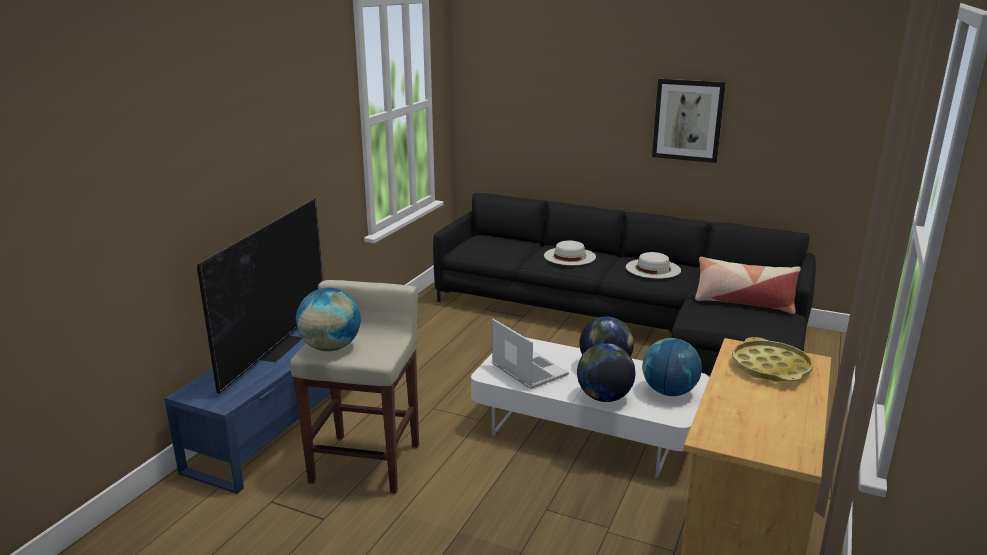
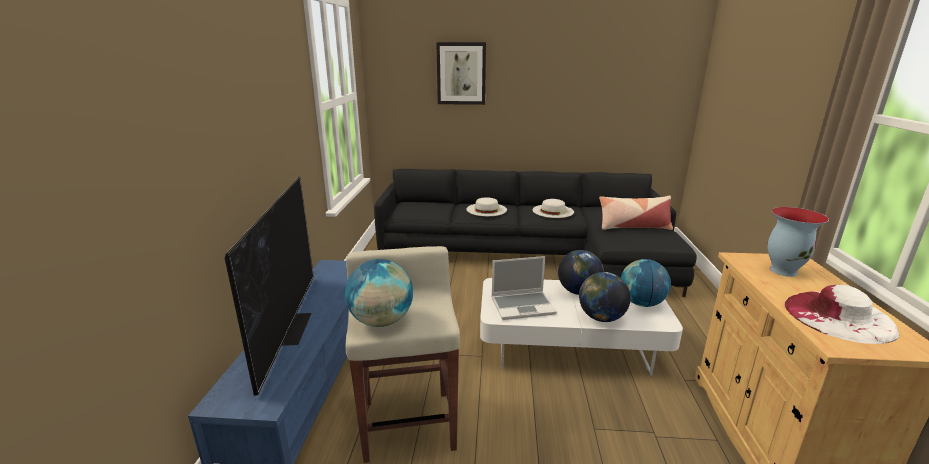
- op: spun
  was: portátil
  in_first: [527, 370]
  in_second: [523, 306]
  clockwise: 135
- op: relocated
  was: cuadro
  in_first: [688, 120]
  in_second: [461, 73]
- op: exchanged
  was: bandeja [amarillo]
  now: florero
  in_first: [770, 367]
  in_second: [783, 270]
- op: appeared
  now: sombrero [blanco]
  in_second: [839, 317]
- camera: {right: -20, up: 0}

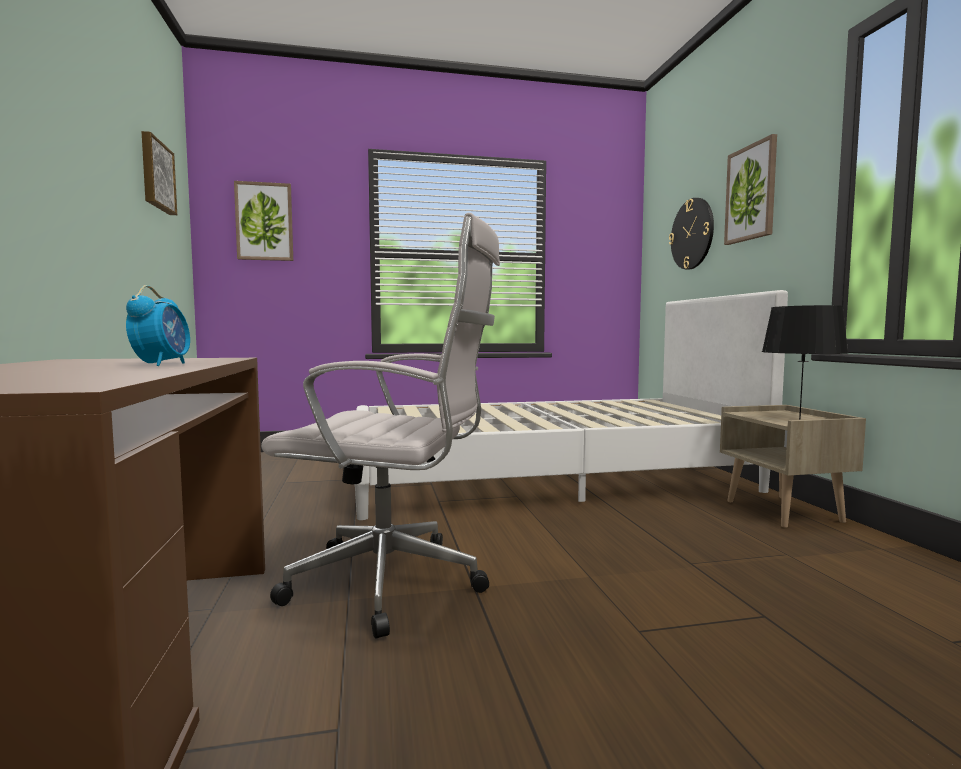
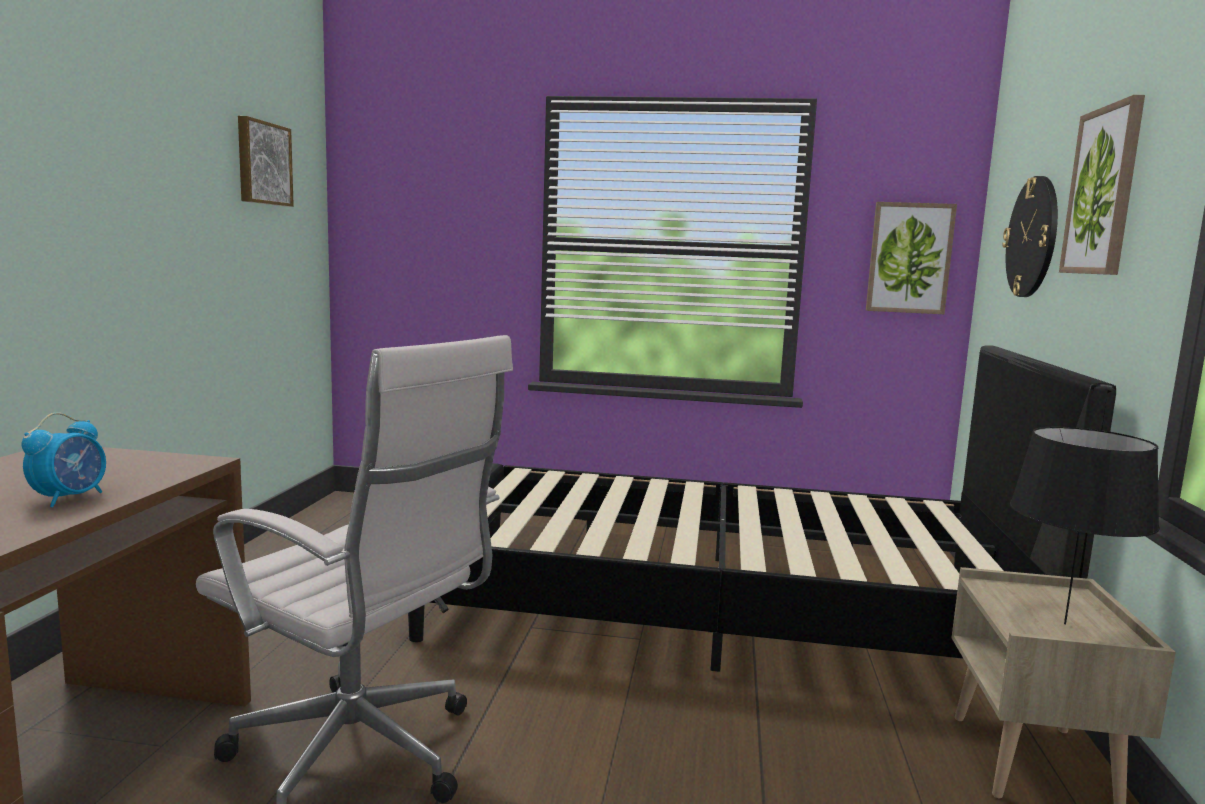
- op: relocated
  was: cuadro
  in_first: [264, 222]
  in_second: [909, 258]
- op: colour
  was: cama [blanco]
  now: cama [negro]
  in_first: [549, 478]
  in_second: [717, 612]
- camera: {right: 20, up: 5}

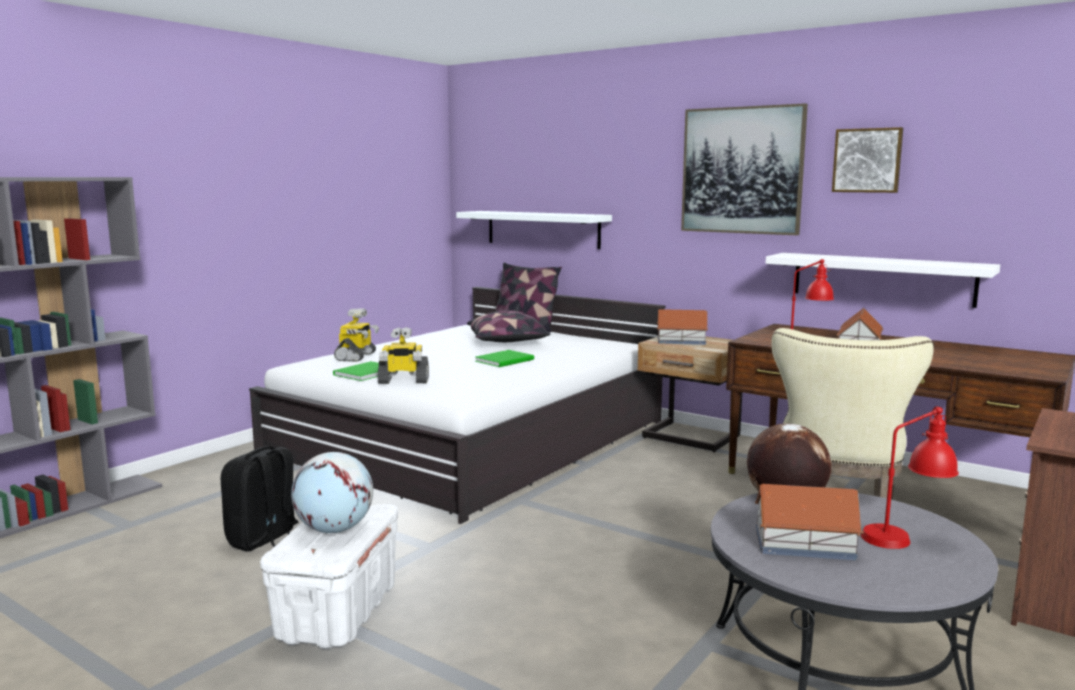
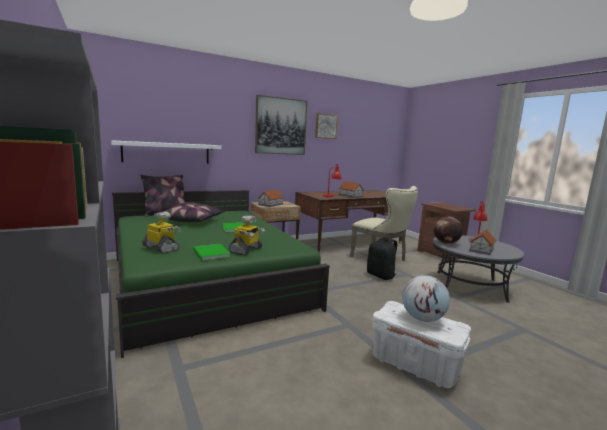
- op: relocated
  was: mochila [negro]
  in_first: [264, 540]
  in_second: [381, 276]
- op: colour
  was: cama [blanco]
  now: cama [verde]
  in_first: [473, 438]
  in_second: [206, 281]
- op: missing
  was: estante [blanco]
  in_first: [882, 279]
- camera: {right: -65, up: 0}

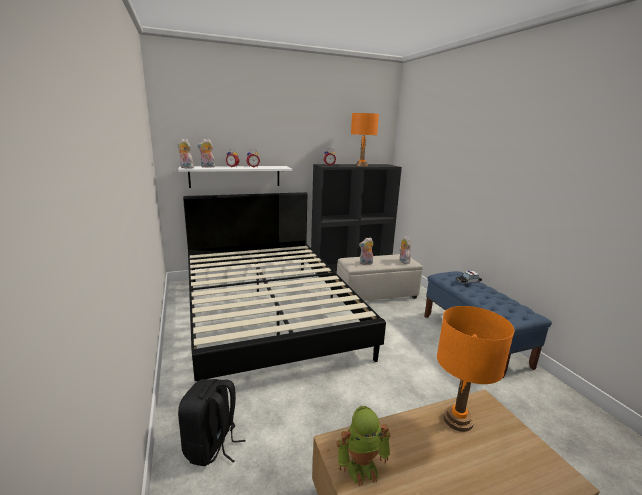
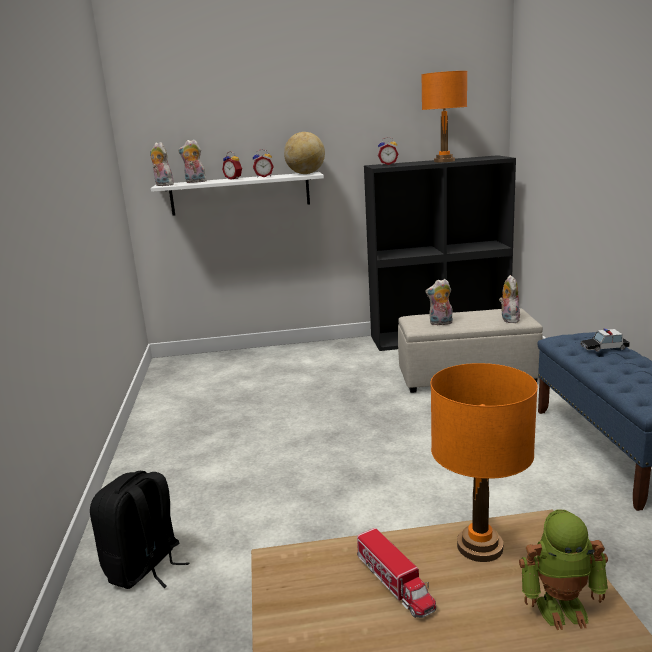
- op: missing
  was: cama [negro]
  in_first: [268, 312]
- op: relocated
  was: robot de juguete
  in_first: [362, 467]
  in_second: [561, 606]
- op: appeared
  now: globo terráqueo
  in_second: [306, 174]
- op: appeared
  now: camión de juguete
  in_second: [395, 583]
- camera: {right: 15, up: 0}

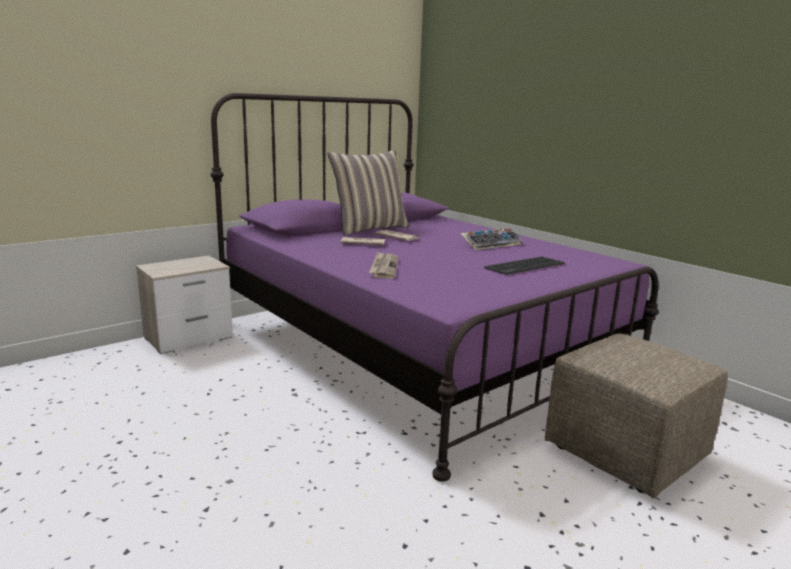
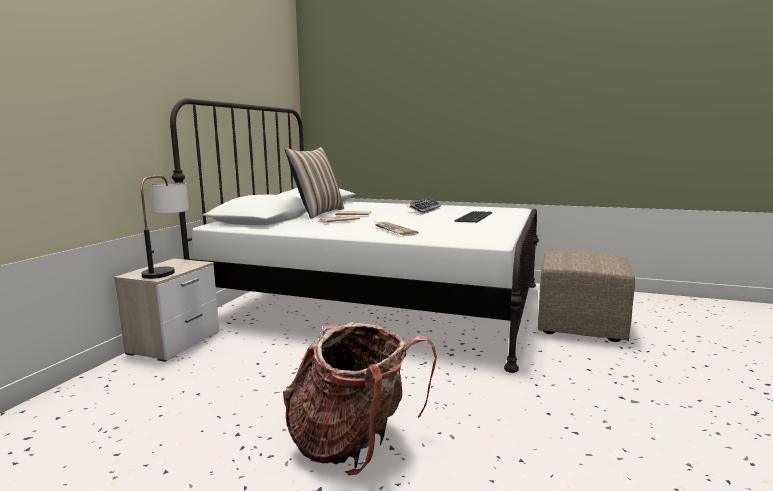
- op: colour
  was: cama [morado]
  now: cama [blanco]
  in_first: [416, 347]
  in_second: [378, 303]
- op: appeared
  now: lámpara de mesa
  in_second: [169, 270]
- op: appeared
  now: mochila
  in_second: [354, 444]
- camera: {right: -30, up: -5}

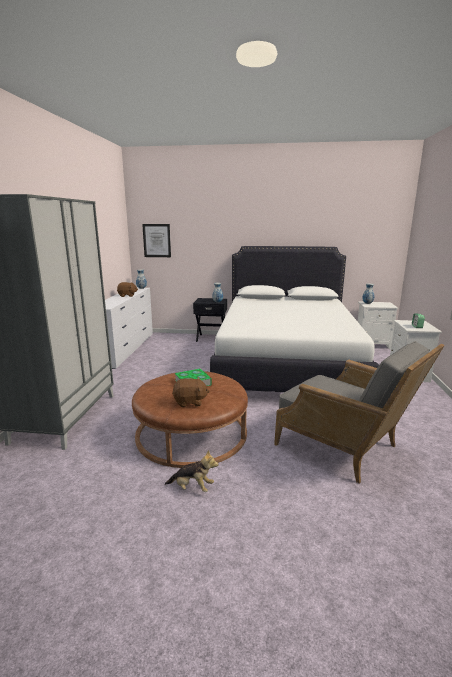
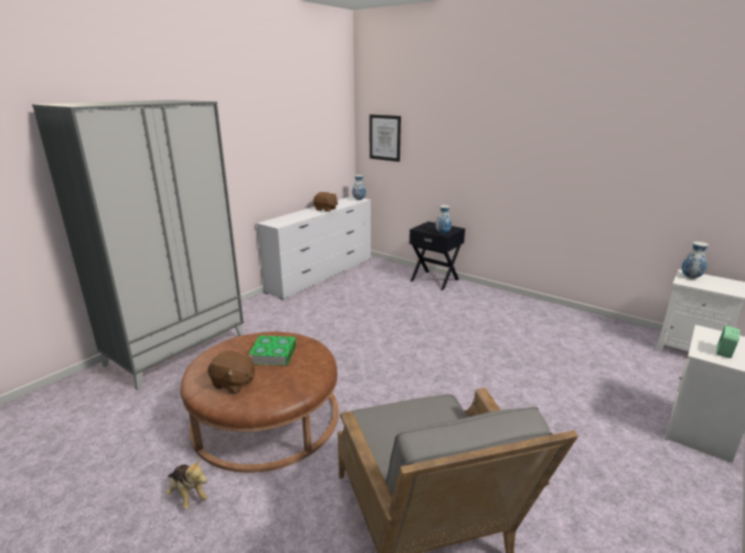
- op: missing
  was: cama [blanco]
  in_first: [285, 363]
- camera: {right: 30, up: 5}

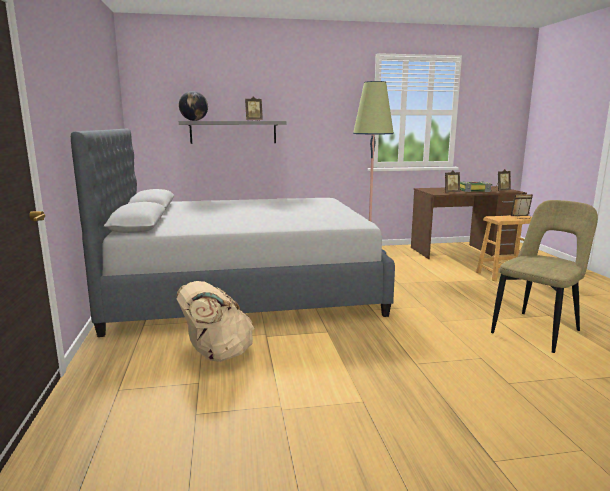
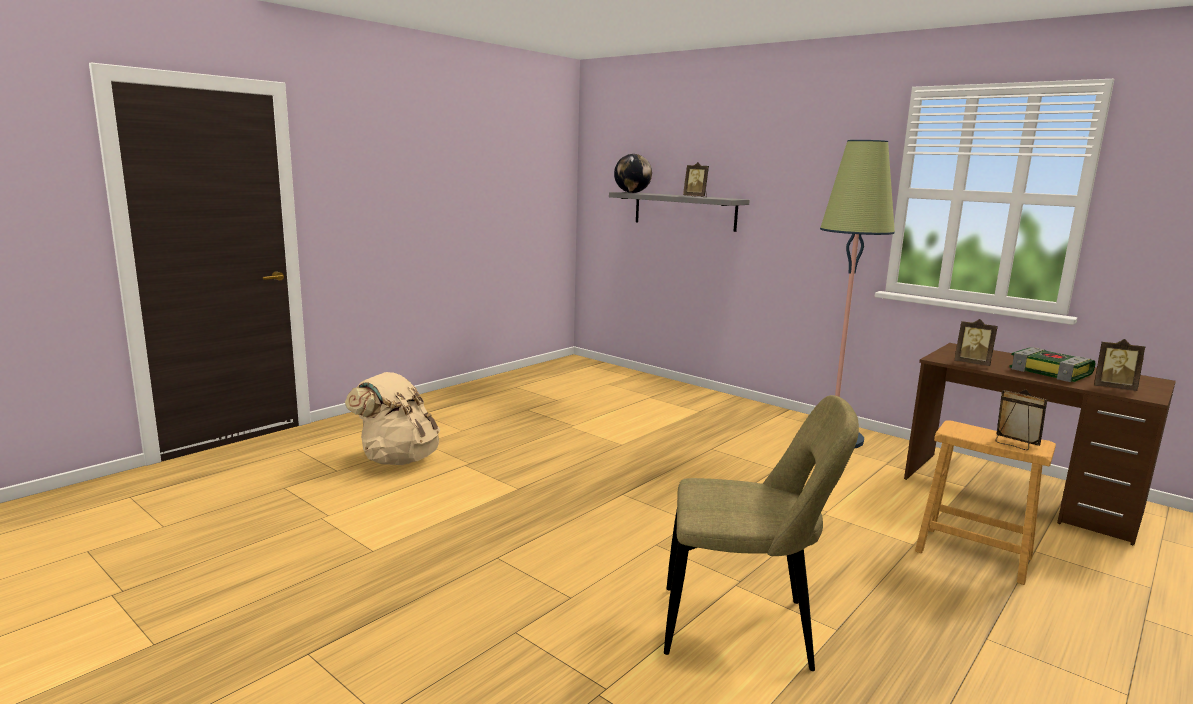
- op: missing
  was: cama [gris]
  in_first: [245, 289]
- camera: {right: 50, up: 0}

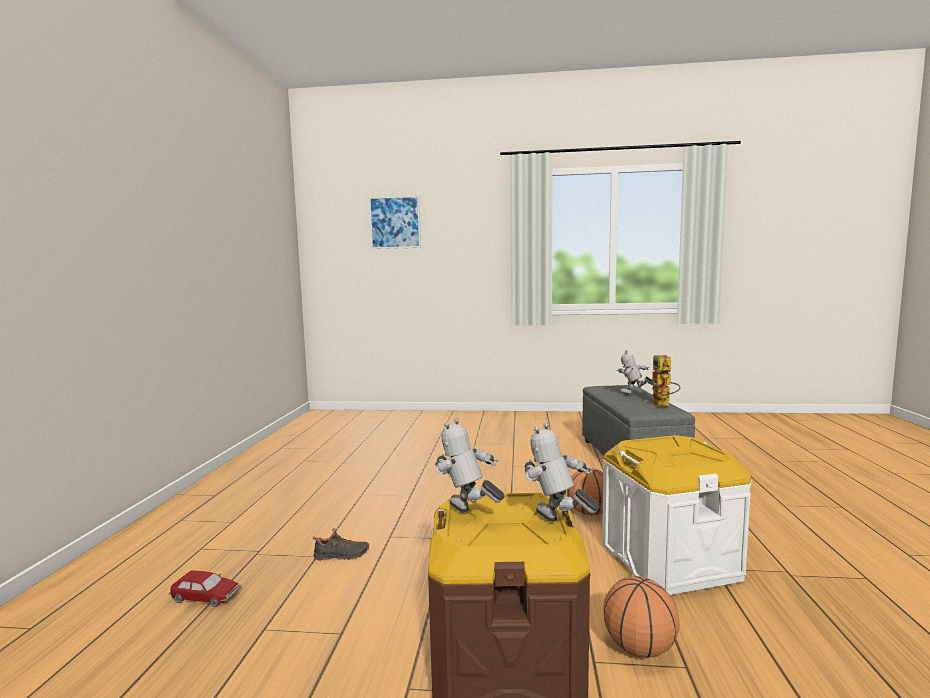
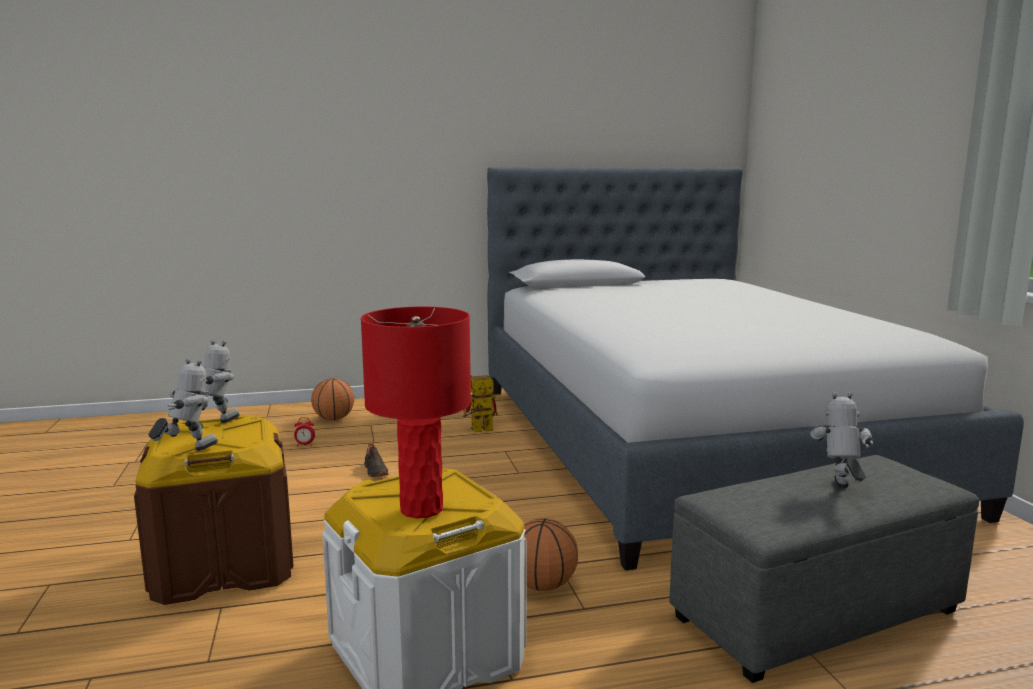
- op: exchanged
  was: coche de juguete
  now: despertador
  in_first: [206, 597]
  in_second: [305, 445]
- op: missing
  was: cuadro
  in_first: [395, 222]
- op: relocated
  was: balón de baloncesto
  in_first: [639, 648]
  in_second: [334, 419]
- op: relocated
  was: robot de juguete
  in_first: [663, 405]
  in_second: [477, 431]
- op: appeared
  now: lámpara de mesa [rojo]
  in_second: [421, 509]
- op: appeared
  now: cama
  in_second: [689, 442]
- camera: {right: 70, up: 5}

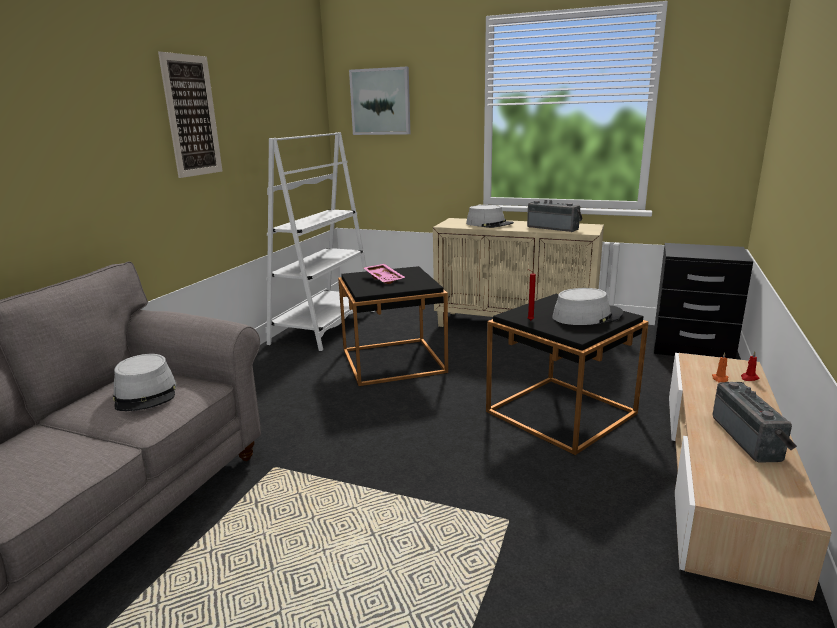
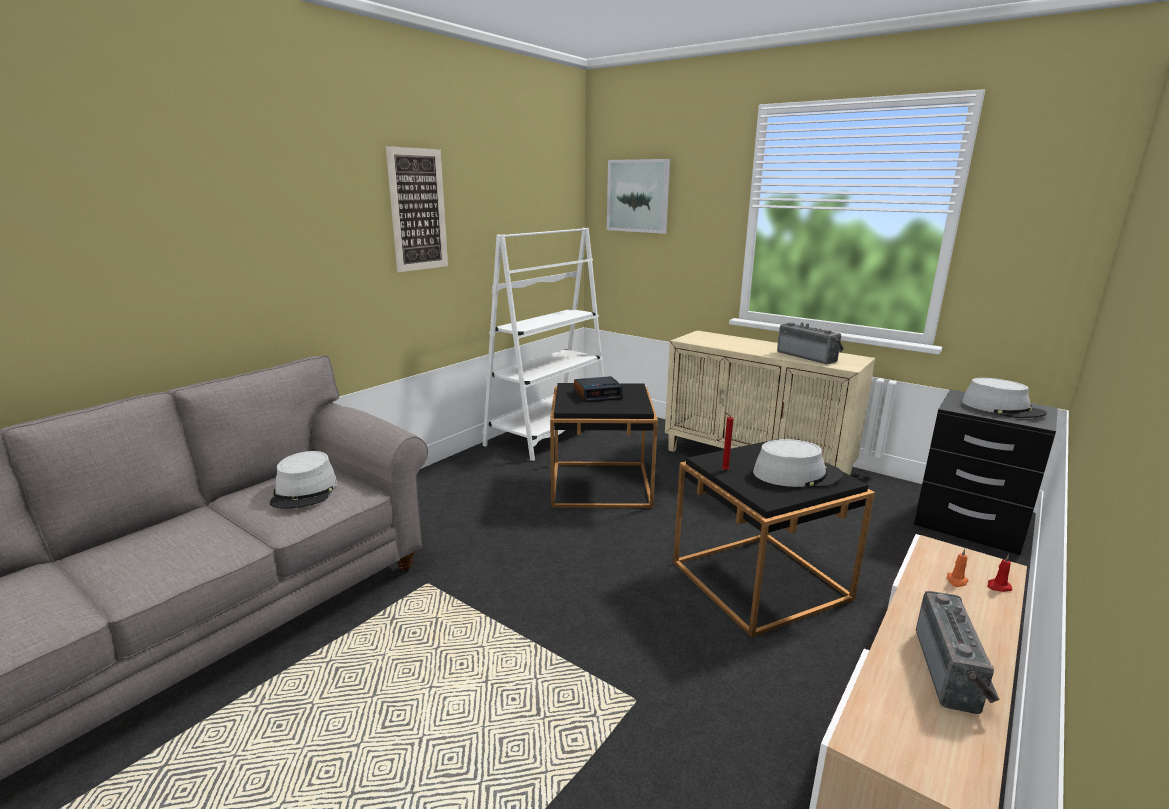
- op: exchanged
  was: bandeja [rosa]
  now: despertador
  in_first: [384, 278]
  in_second: [598, 394]
- op: relocated
  was: sombrero [gris]
  in_first: [489, 224]
  in_second: [1002, 408]
- camera: {right: 15, up: 0}

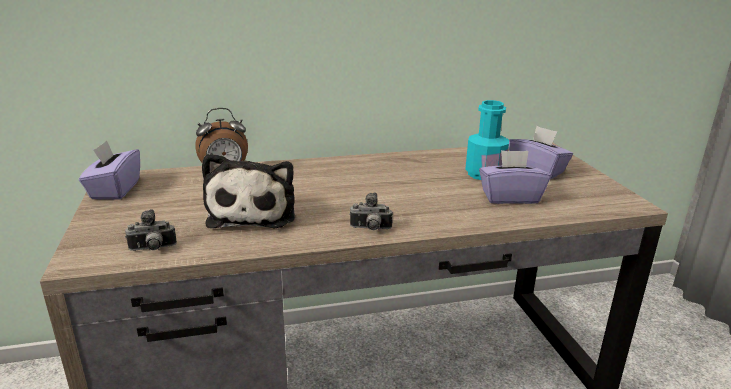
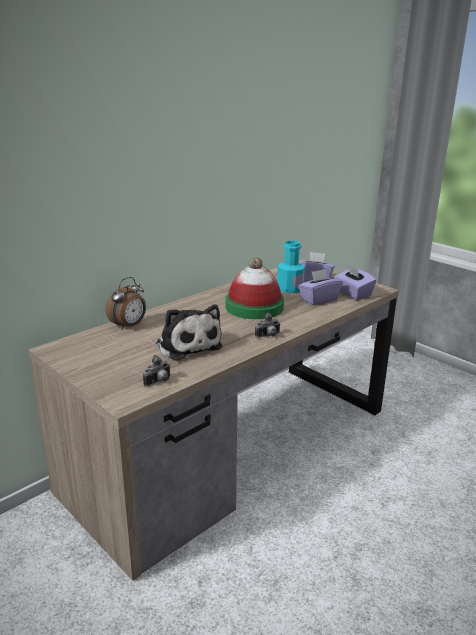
- op: relocated
  was: caja de pañuelos [morado]
  in_first: [114, 190]
  in_second: [353, 294]
- op: appeared
  now: sombrero
  in_second: [254, 307]
- camera: {right: -30, up: 0}

